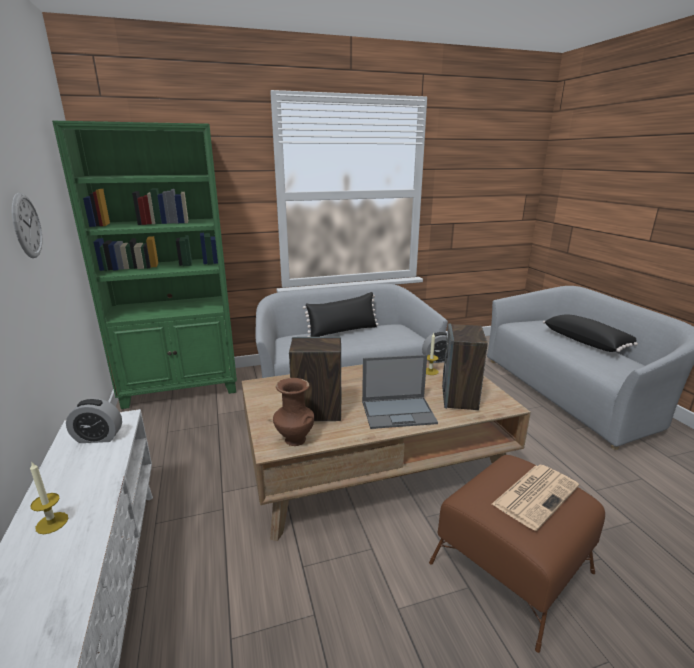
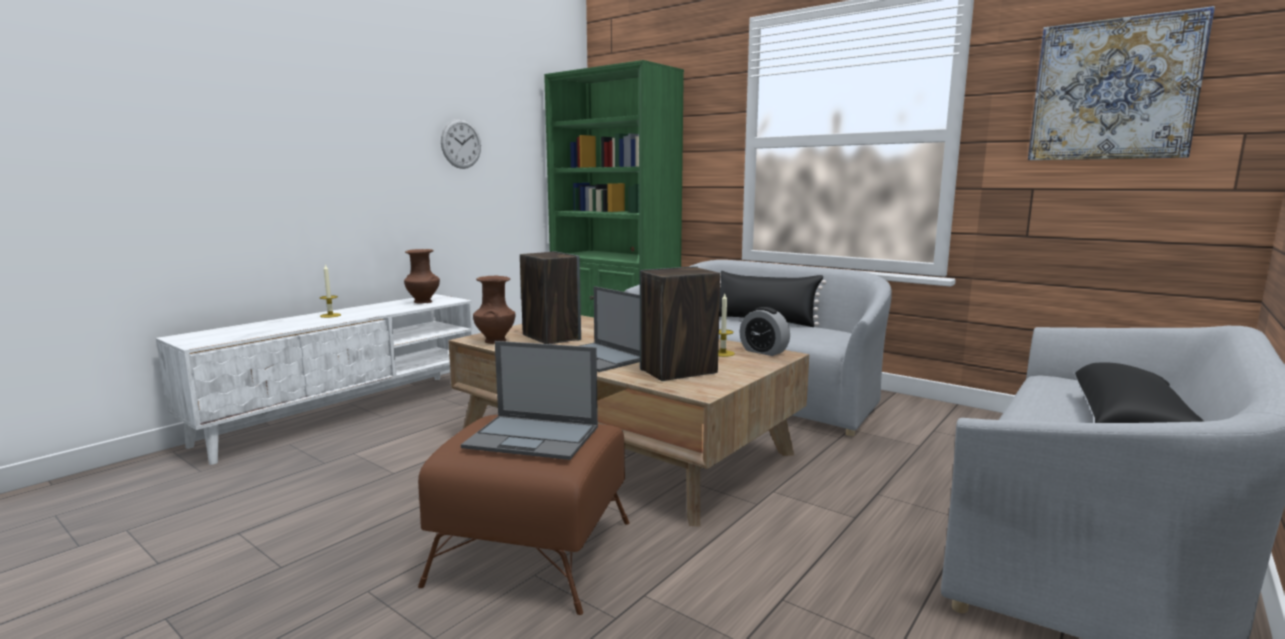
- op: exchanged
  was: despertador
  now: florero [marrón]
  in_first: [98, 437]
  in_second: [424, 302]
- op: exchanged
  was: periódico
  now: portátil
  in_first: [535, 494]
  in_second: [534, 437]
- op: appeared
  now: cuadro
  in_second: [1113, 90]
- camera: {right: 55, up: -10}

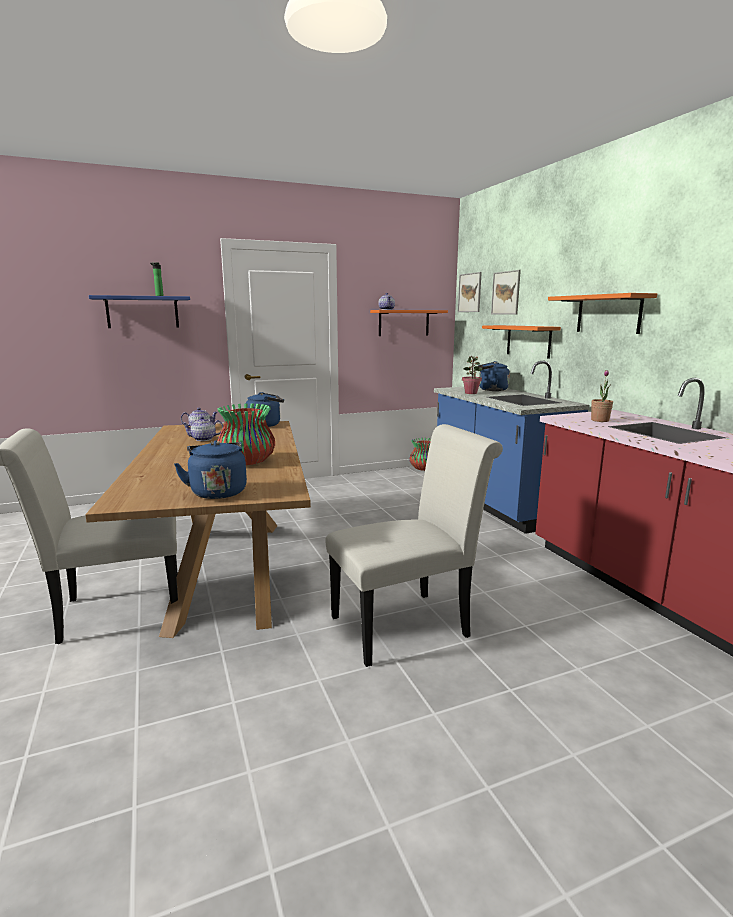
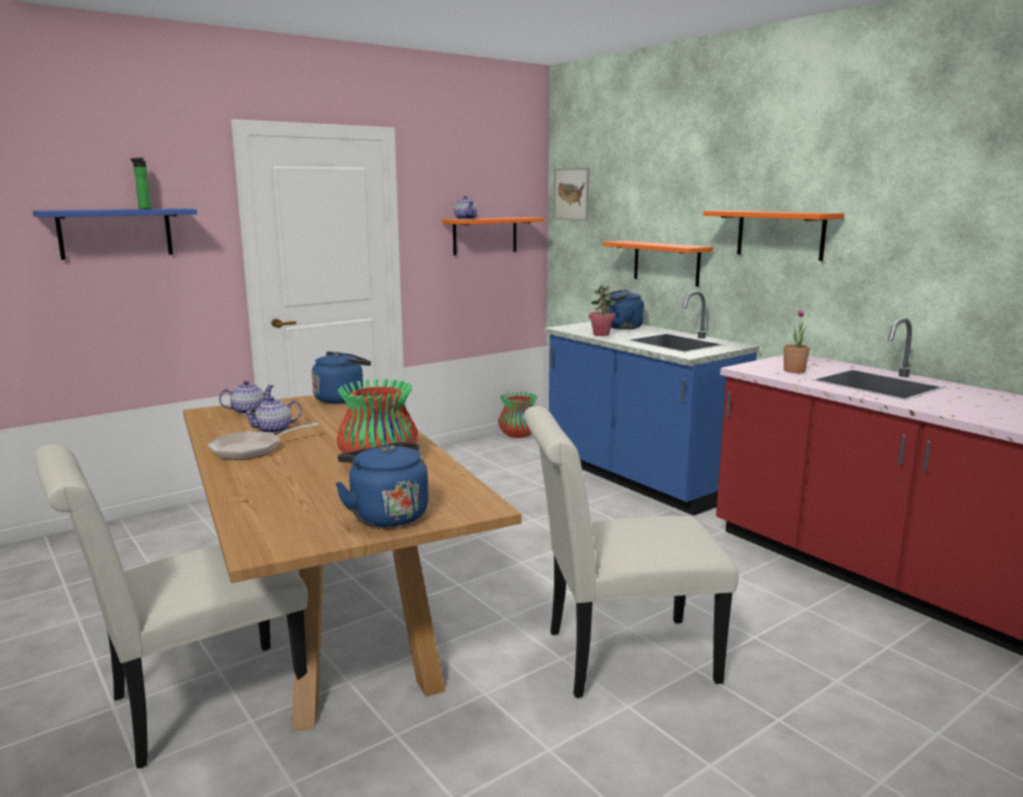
- op: spun
  was: silla [blanco]
  in_first: [408, 624]
  in_second: [618, 658]
  clockwise: -150
- op: missing
  was: cuadro
  in_first: [506, 293]
- op: appeared
  now: sartén
  in_second: [252, 449]
- camera: {right: -15, up: 0}

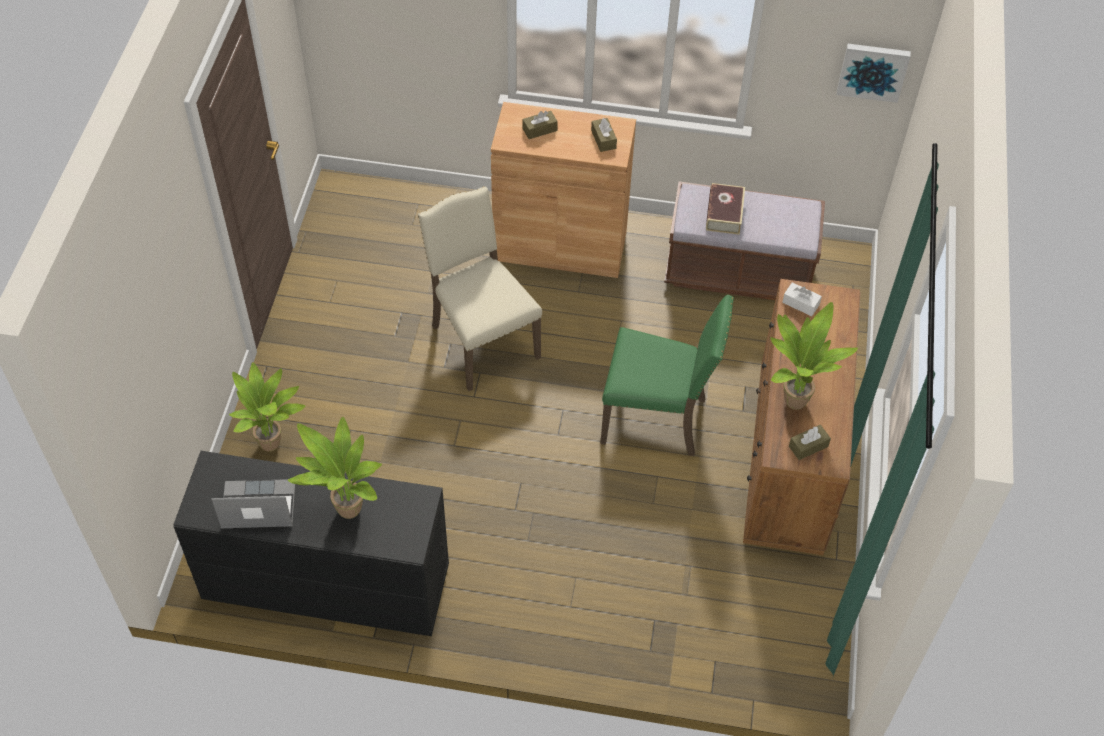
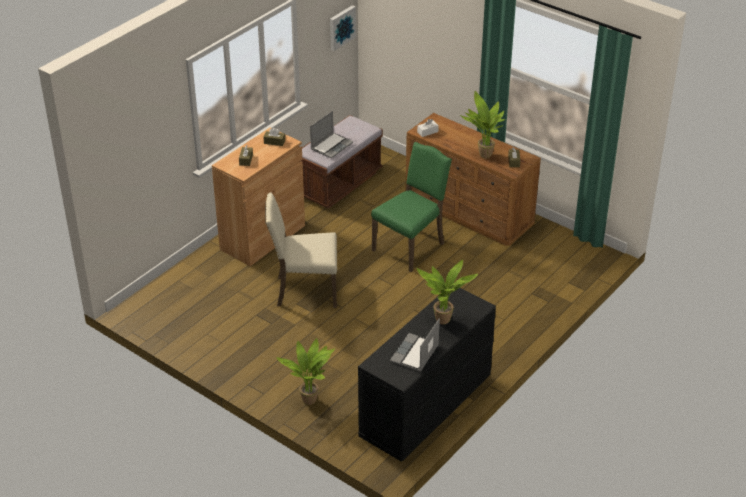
- op: exchanged
  was: libro
  now: portátil
  in_first: [724, 213]
  in_second: [331, 146]
- camera: {right: -60, up: -15}

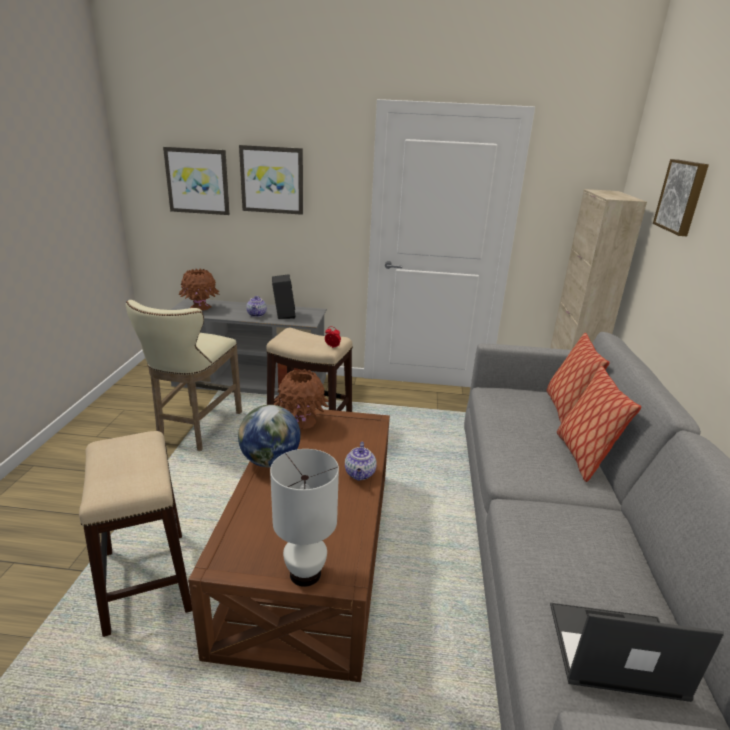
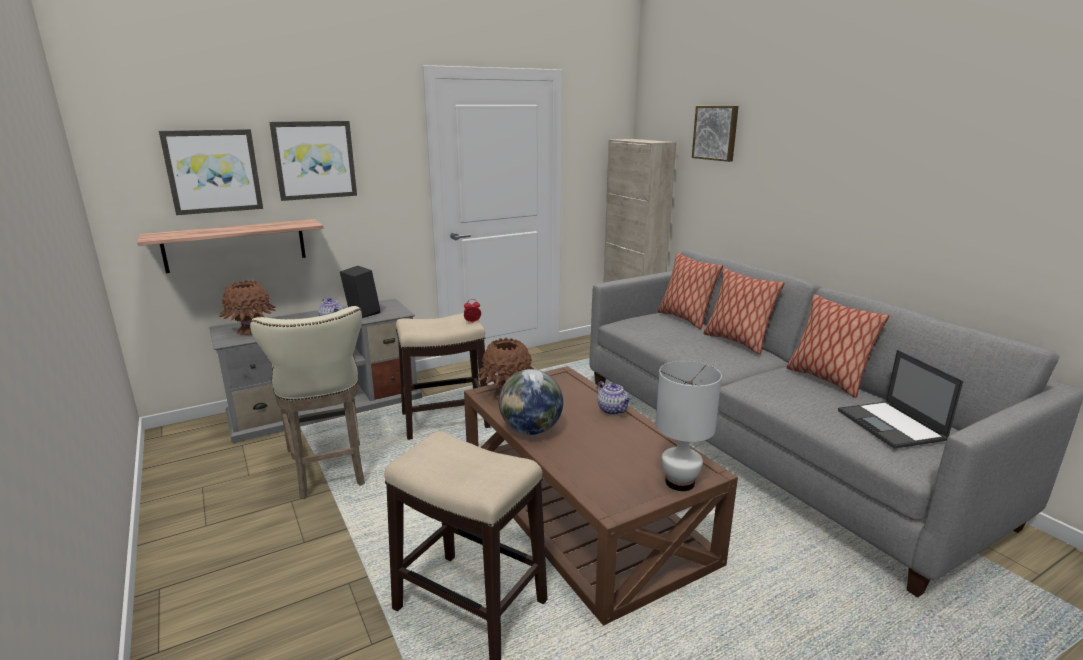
- op: spun
  was: portátil
  in_first: [613, 650]
  in_second: [891, 425]
  clockwise: -75
- op: appeared
  now: estante
  in_second: [235, 245]
- op: appeared
  now: cojín
  in_second: [826, 380]
- camera: {right: -35, up: -5}

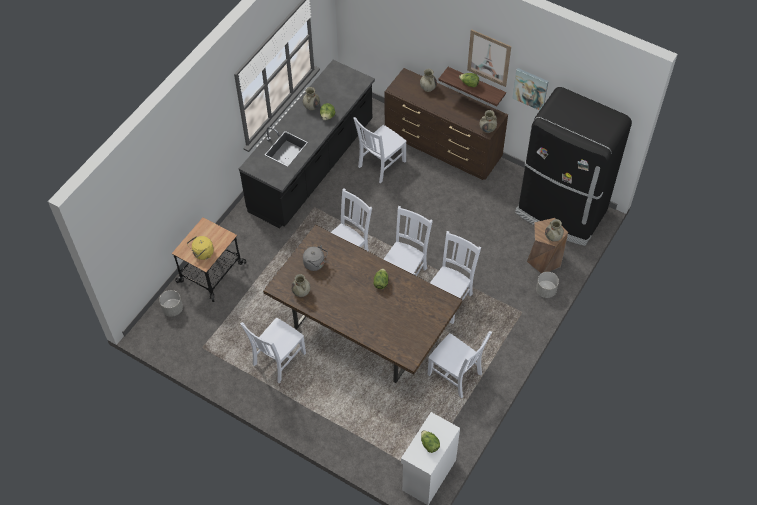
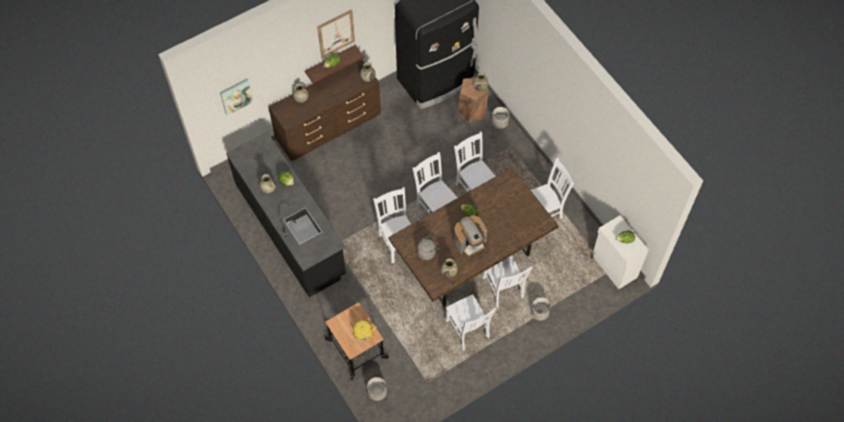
- op: relocated
  was: silla [blanco]
  in_first: [380, 165]
  in_second: [503, 289]
- op: relocated
  was: cuadro
  in_first: [530, 89]
  in_second: [236, 96]
- op: appeared
  now: cafetera
  in_second: [470, 243]
- op: appeared
  now: maceta [gris]
  in_second: [539, 313]
- camera: {right: -65, up: 5}

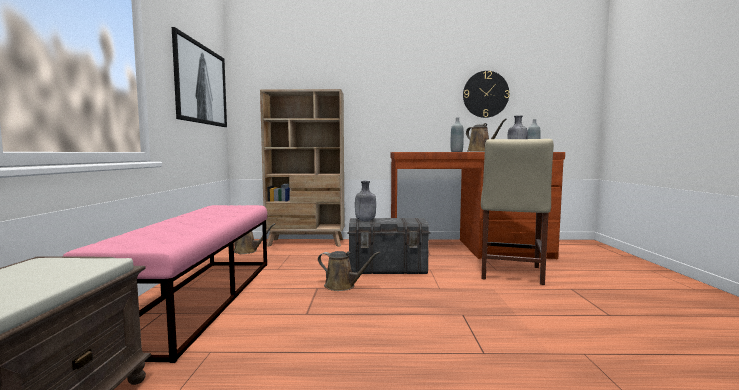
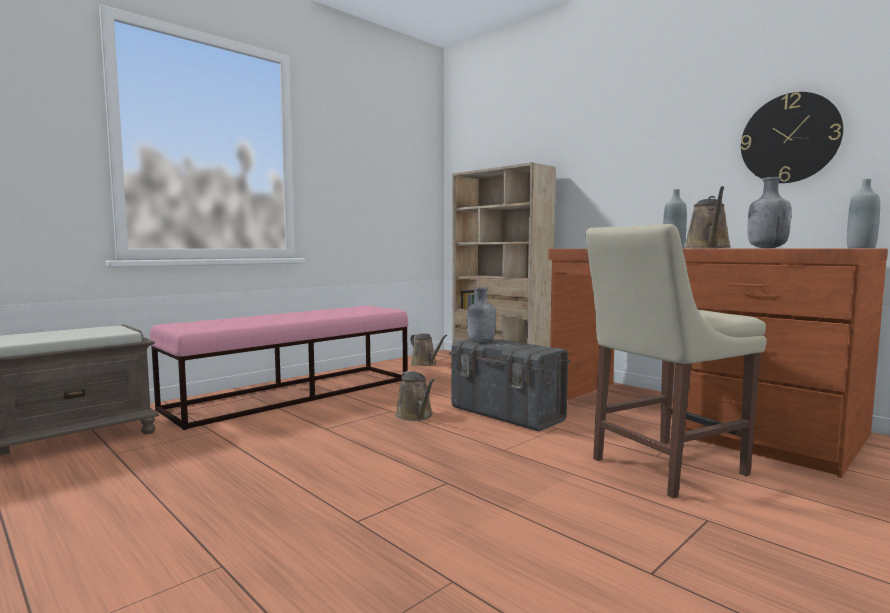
- op: missing
  was: cuadro
  in_first: [202, 84]
- camera: {right: 45, up: 0}

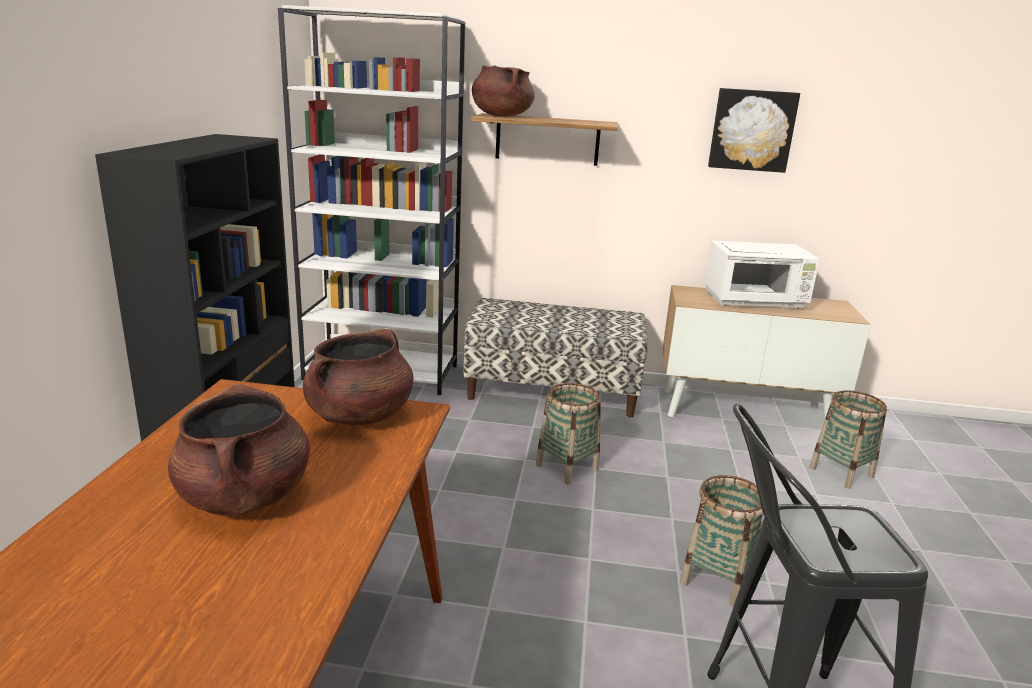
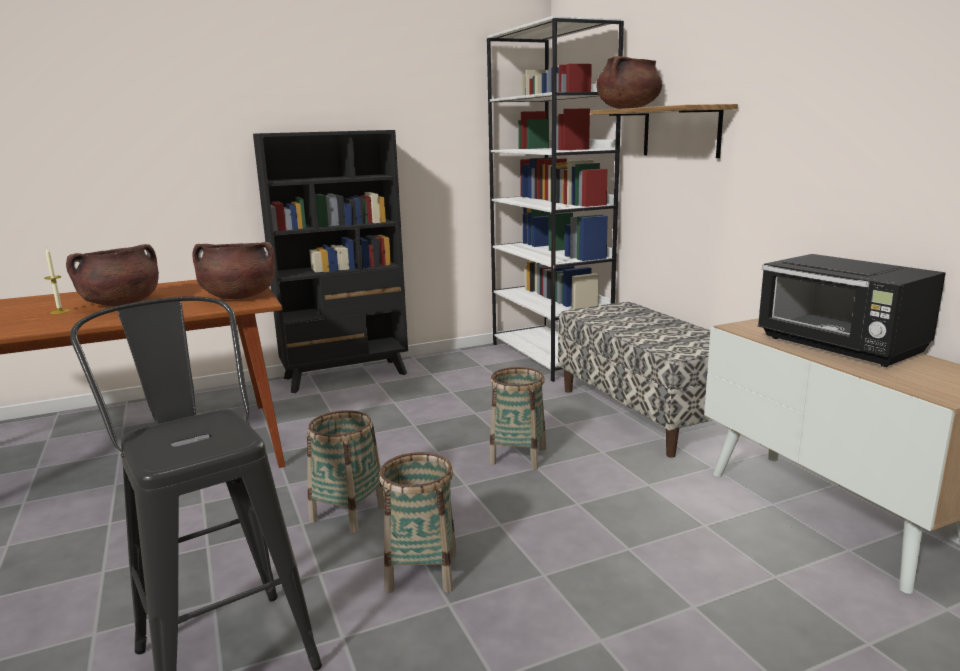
- op: colour
  was: microondas [blanco]
  now: microondas [negro]
  in_first: [755, 301]
  in_second: [841, 347]
- op: missing
  was: cuadro
  in_first: [752, 130]
- op: relocated
  was: cesta
  in_first: [841, 472]
  in_second: [348, 514]
- op: appeared
  now: vela
  in_second: [60, 311]
- camera: {right: 60, up: -5}

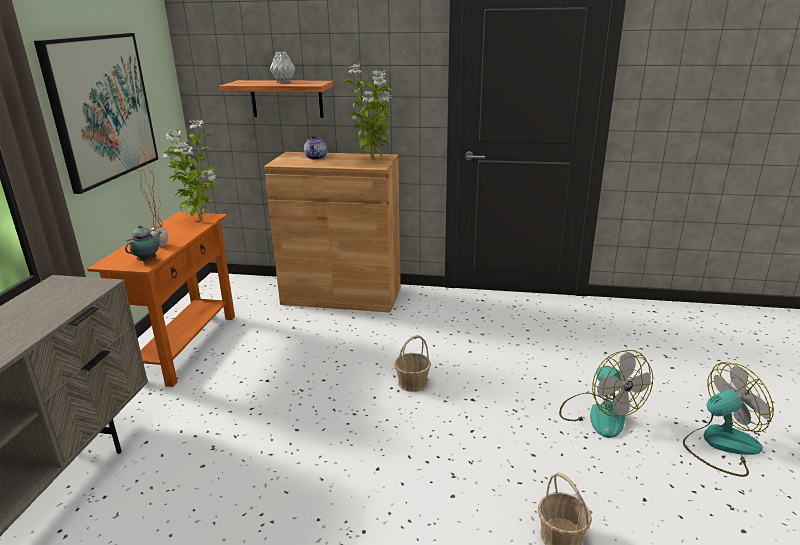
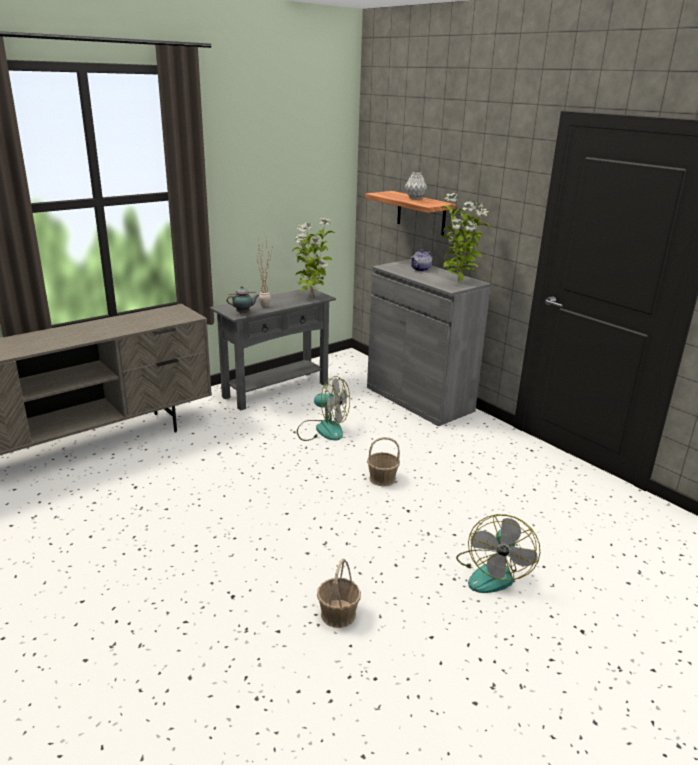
- op: missing
  was: cuadro
  in_first: [102, 108]
- op: colour
  was: mesa consola [naranja]
  now: mesa consola [gris]
  in_first: [186, 346]
  in_second: [276, 390]
- op: colour
  was: armario [marrón]
  now: armario [gris]
  in_first: [341, 295]
  in_second: [419, 399]
- op: relocated
  was: ventilador
  in_first: [720, 445]
  in_second: [322, 430]
- camera: {right: 40, up: 0}

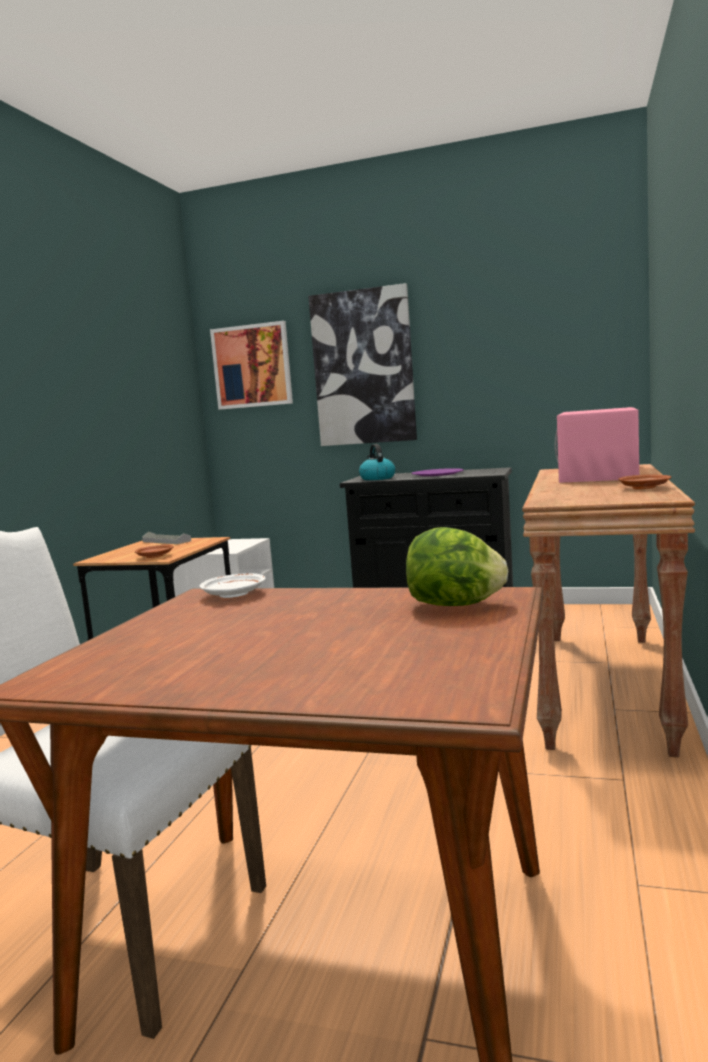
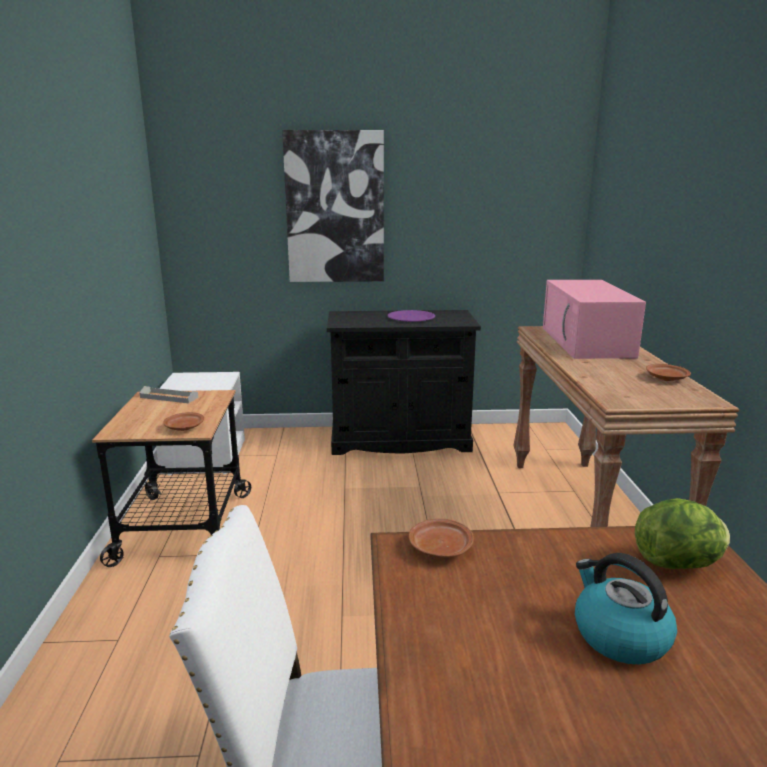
- op: colour
  was: plato [blanco]
  now: plato [marrón]
  in_first: [234, 595]
  in_second: [440, 548]
- op: missing
  was: cuadro
  in_first: [252, 366]
- op: relocated
  was: hervidor
  in_first: [377, 478]
  in_second: [619, 636]
- camera: {right: -20, up: 10}

